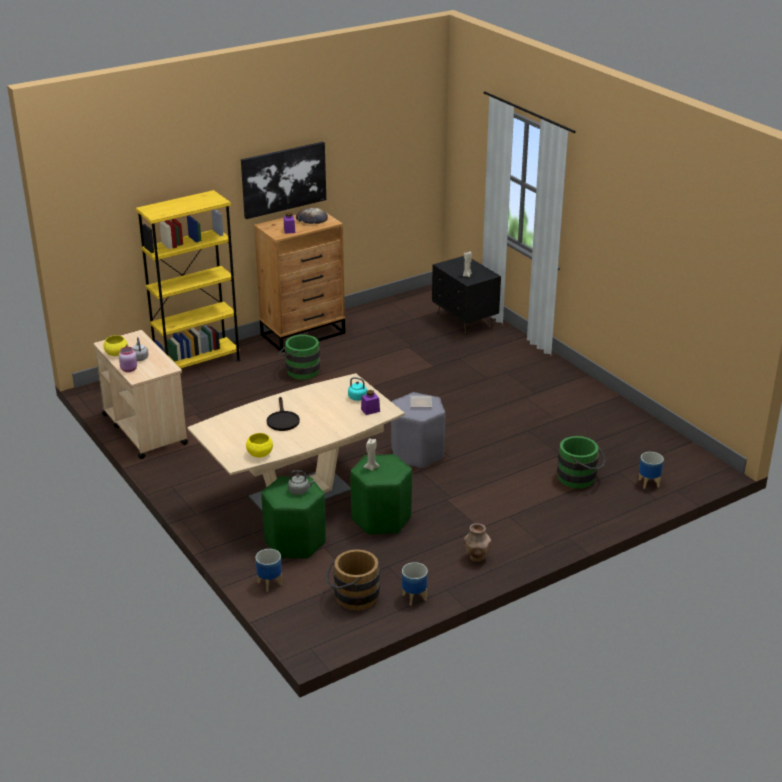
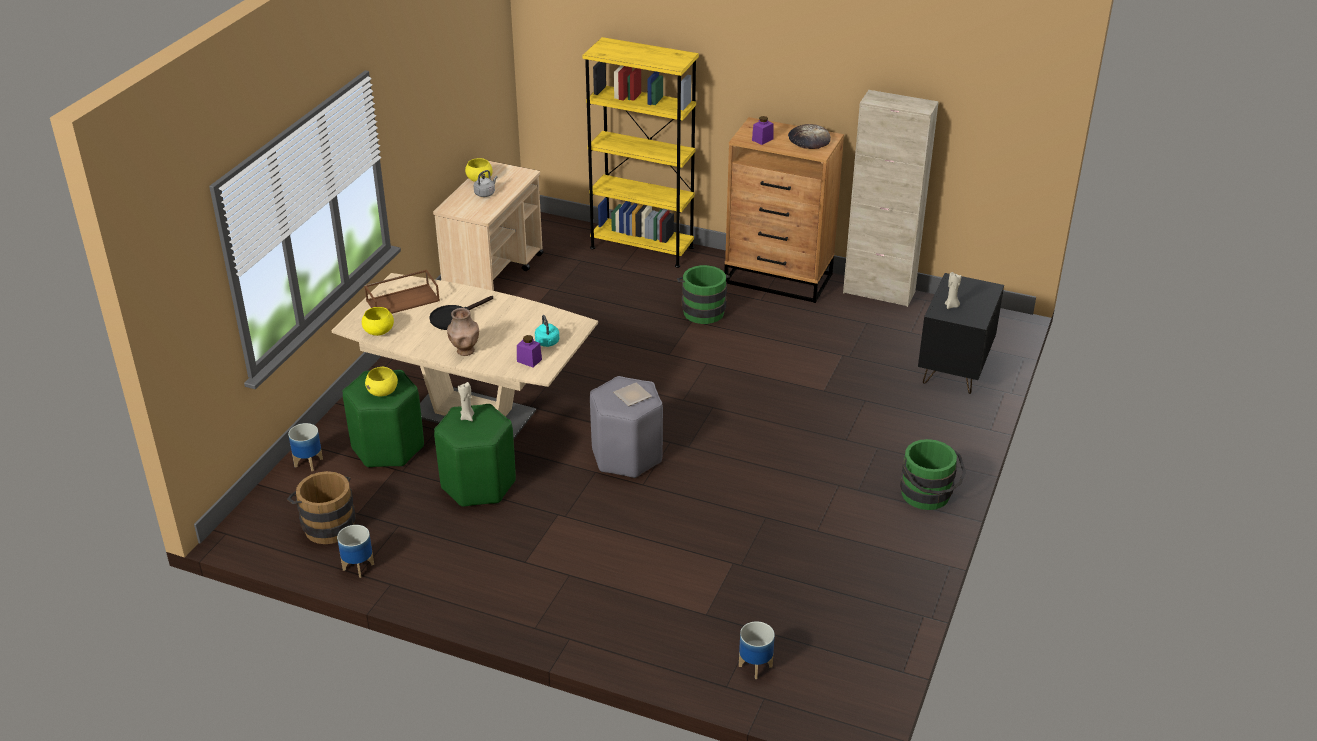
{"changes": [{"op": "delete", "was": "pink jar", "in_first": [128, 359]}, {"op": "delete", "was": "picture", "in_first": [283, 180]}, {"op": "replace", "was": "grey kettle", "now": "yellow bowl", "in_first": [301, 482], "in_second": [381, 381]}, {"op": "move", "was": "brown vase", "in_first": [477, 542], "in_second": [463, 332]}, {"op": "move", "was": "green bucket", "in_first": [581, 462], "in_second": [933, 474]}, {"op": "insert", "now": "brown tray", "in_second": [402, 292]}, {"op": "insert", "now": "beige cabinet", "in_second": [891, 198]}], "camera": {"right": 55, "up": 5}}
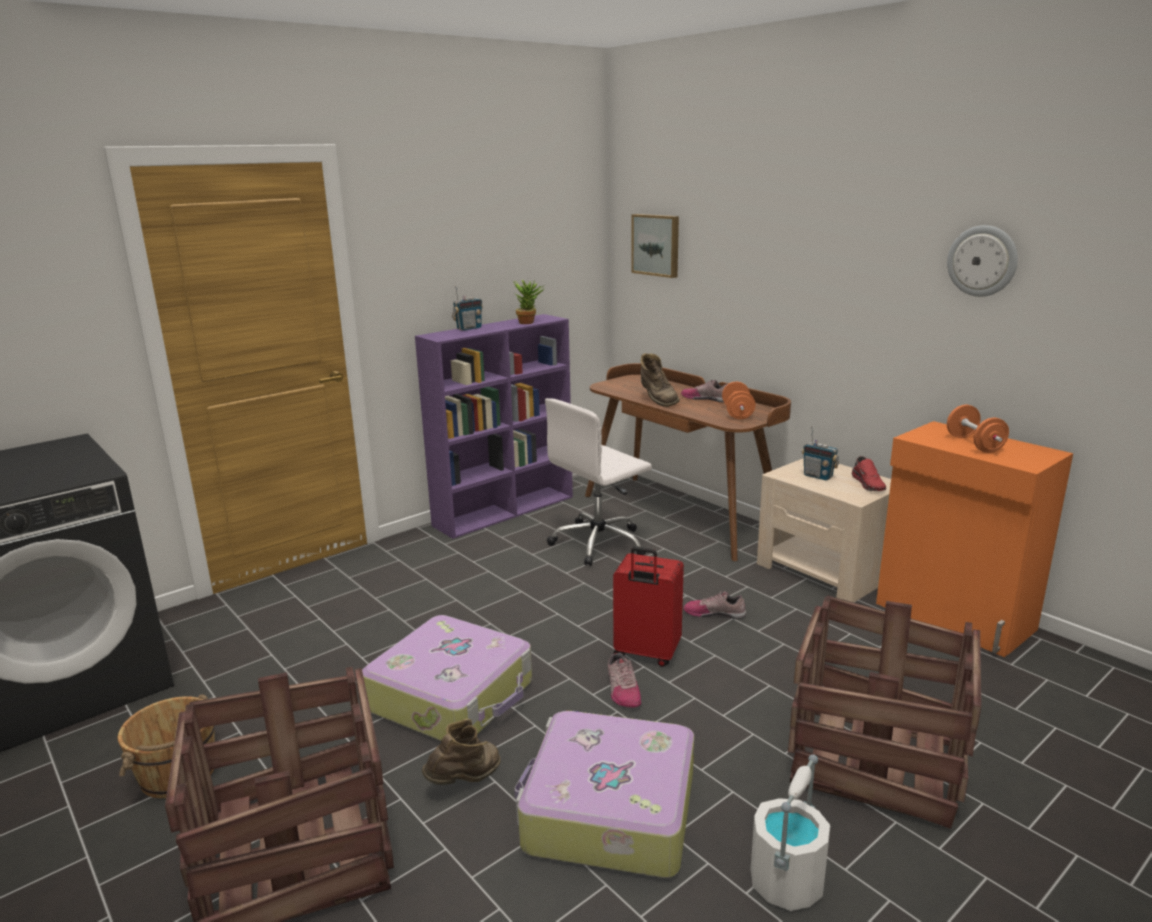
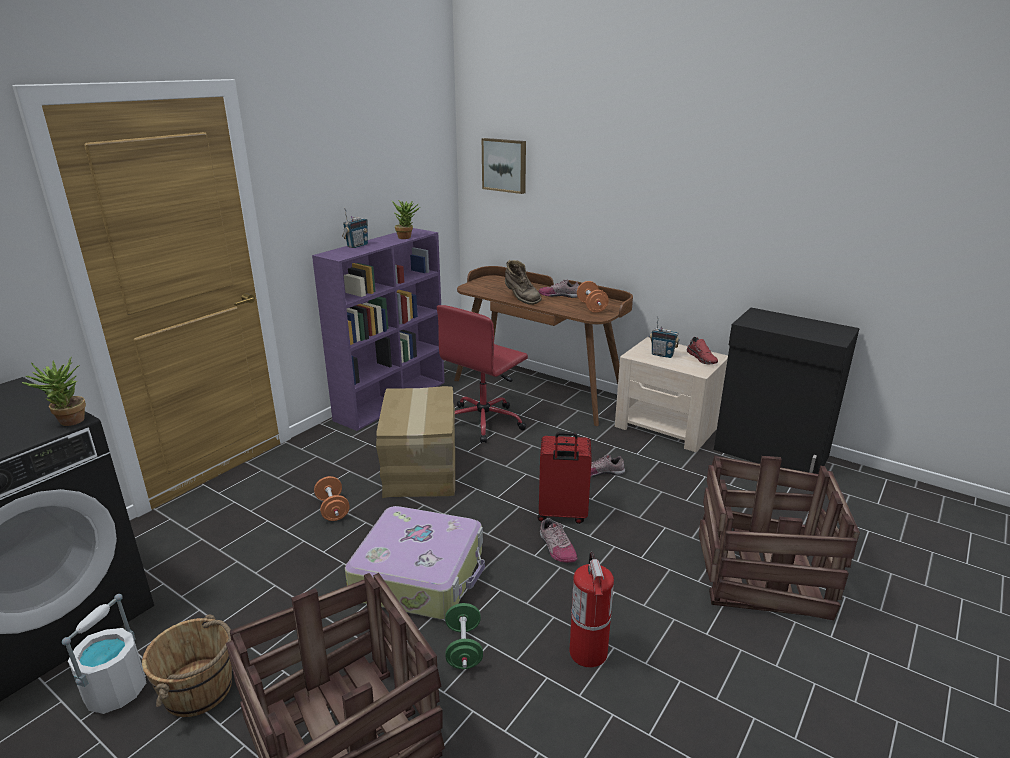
{"changes": [{"op": "replace", "was": "brown boot", "now": "green dumbbell", "in_first": [461, 752], "in_second": [464, 636]}, {"op": "replace", "was": "suitcase", "now": "fire extinguisher", "in_first": [604, 794], "in_second": [592, 610]}, {"op": "recolor", "was": "white office chair", "now": "red office chair", "in_first": [598, 482], "in_second": [482, 374]}, {"op": "move", "was": "white bucket", "in_first": [791, 832], "in_second": [104, 654]}, {"op": "recolor", "was": "orange cabinet", "now": "black cabinet", "in_first": [974, 539], "in_second": [787, 391]}, {"op": "delete", "was": "wall clock", "in_first": [982, 261]}, {"op": "move", "was": "orange dumbbell", "in_first": [978, 429], "in_second": [332, 498]}, {"op": "insert", "now": "potted plant", "in_second": [54, 391]}, {"op": "insert", "now": "cardboard box", "in_second": [415, 442]}], "camera": {"right": -15, "up": 5}}
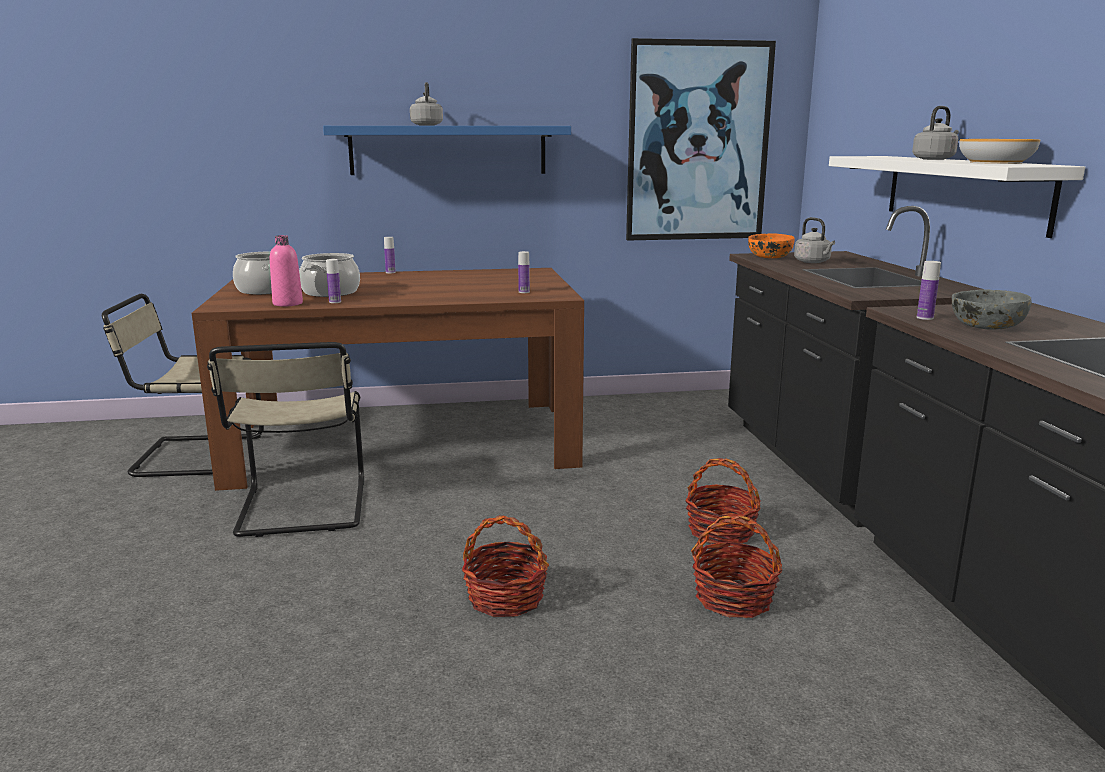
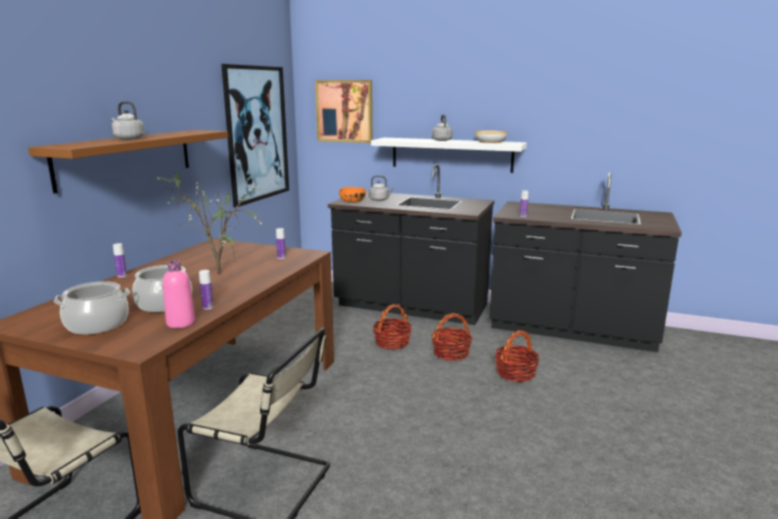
{"changes": [{"op": "recolor", "was": "blue shelf", "now": "brown shelf", "in_first": [447, 150], "in_second": [128, 162]}, {"op": "move", "was": "basket", "in_first": [505, 566], "in_second": [392, 327]}, {"op": "delete", "was": "grey bowl", "in_first": [992, 309]}, {"op": "insert", "now": "potted plant", "in_second": [209, 223]}, {"op": "insert", "now": "picture", "in_second": [343, 111]}], "camera": {"right": -60, "up": 0}}
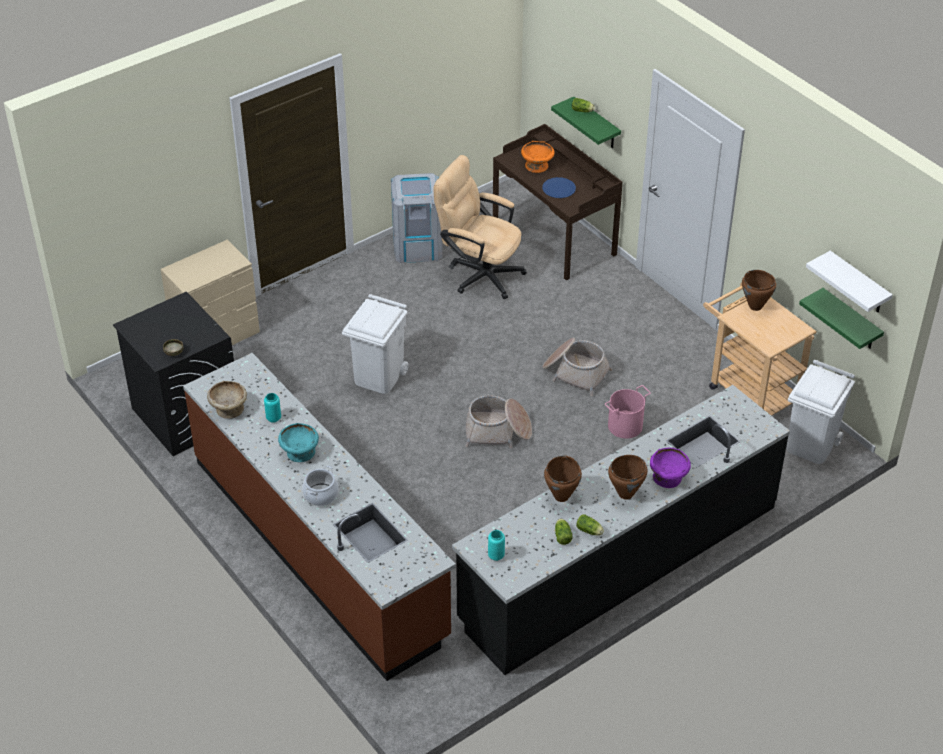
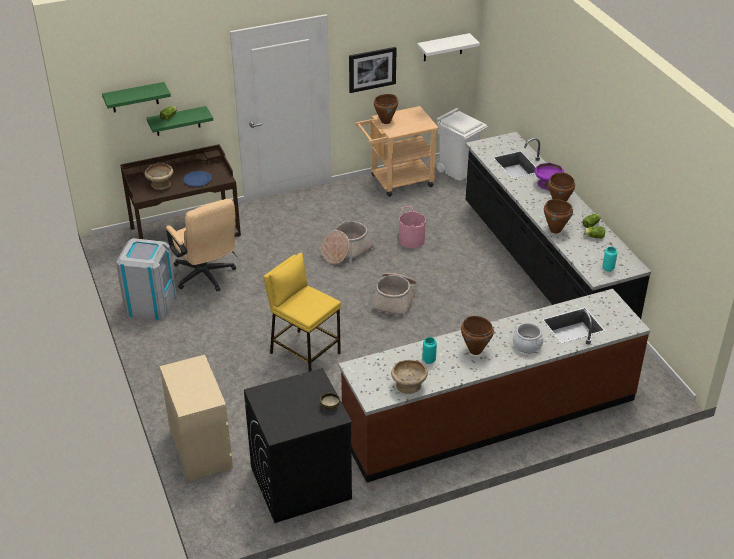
{"changes": [{"op": "replace", "was": "turquoise bowl", "now": "brown cooking pot", "in_first": [298, 442], "in_second": [477, 335]}, {"op": "replace", "was": "white trash can", "now": "yellow stool", "in_first": [375, 344], "in_second": [302, 312]}, {"op": "rotate", "was": "beige office chair", "in_first": [480, 227], "in_second": [202, 245], "clockwise": -75}, {"op": "recolor", "was": "orange bowl", "now": "beige bowl", "in_first": [538, 157], "in_second": [159, 176]}, {"op": "move", "was": "green shelf", "in_first": [841, 318], "in_second": [136, 97]}, {"op": "insert", "now": "picture", "in_second": [373, 70]}], "camera": {"right": -75, "up": -5}}
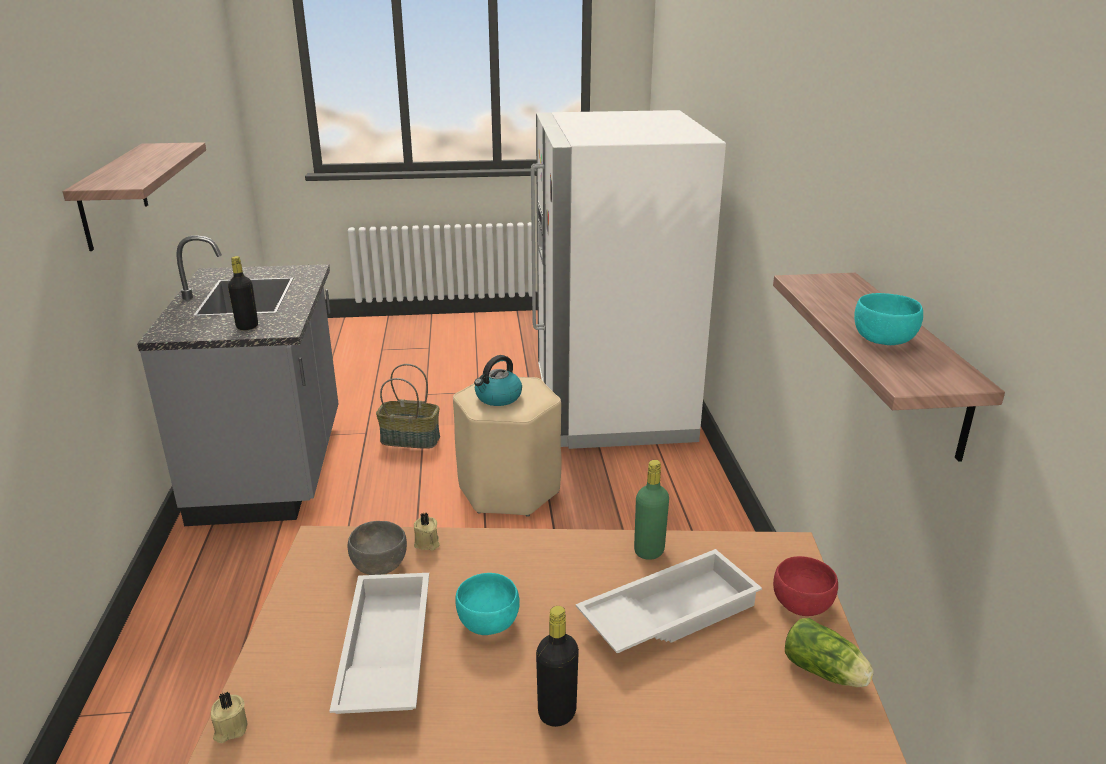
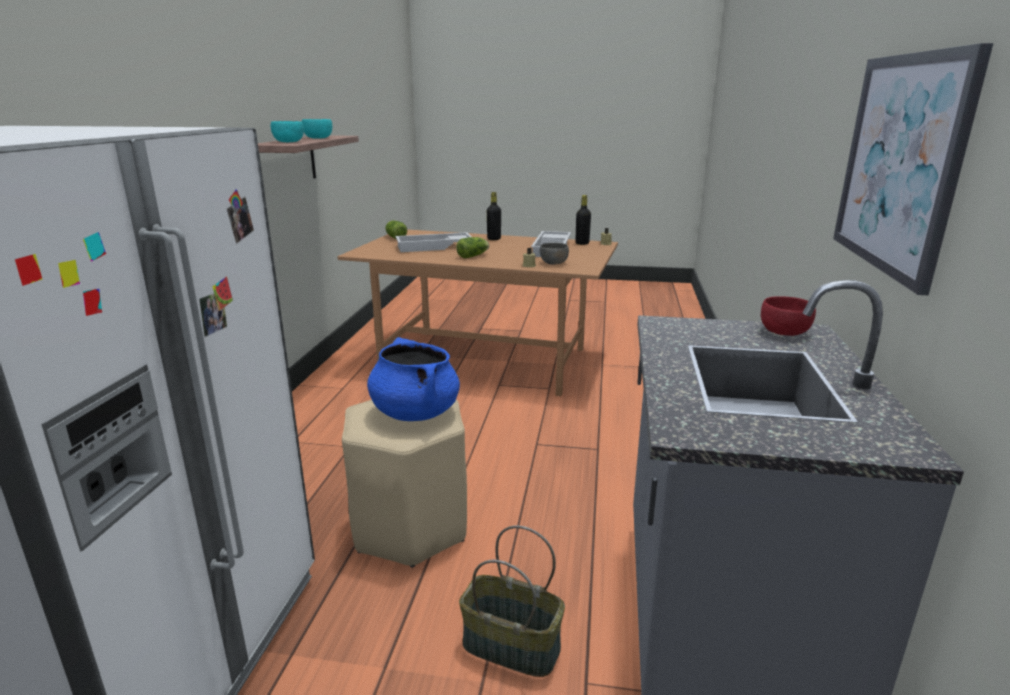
{"changes": [{"op": "replace", "was": "shelf", "now": "picture", "in_first": [134, 196], "in_second": [913, 169]}, {"op": "move", "was": "black bottle", "in_first": [243, 293], "in_second": [583, 220]}, {"op": "move", "was": "turquoise bowl", "in_first": [487, 604], "in_second": [287, 131]}, {"op": "replace", "was": "kettle", "now": "blue cooking pot", "in_first": [498, 380], "in_second": [413, 379]}, {"op": "delete", "was": "green bottle", "in_first": [651, 510]}, {"op": "move", "was": "red bowl", "in_first": [805, 586], "in_second": [788, 316]}, {"op": "insert", "now": "lettuce", "in_second": [472, 247]}], "camera": {"right": -165, "up": -5}}
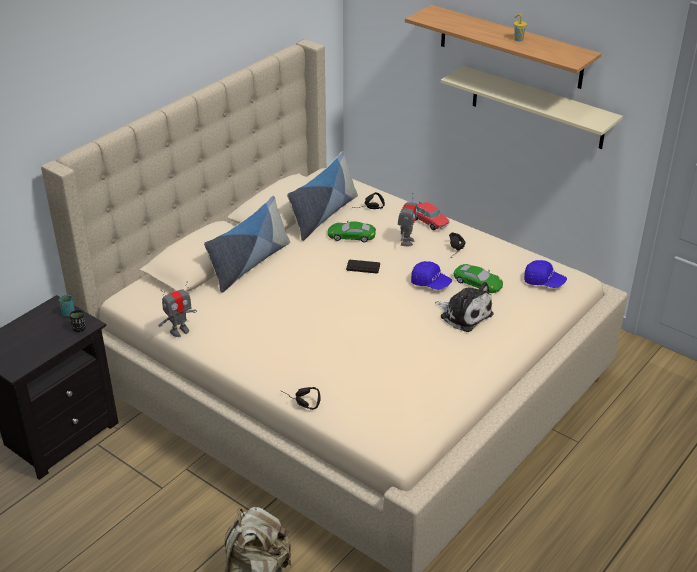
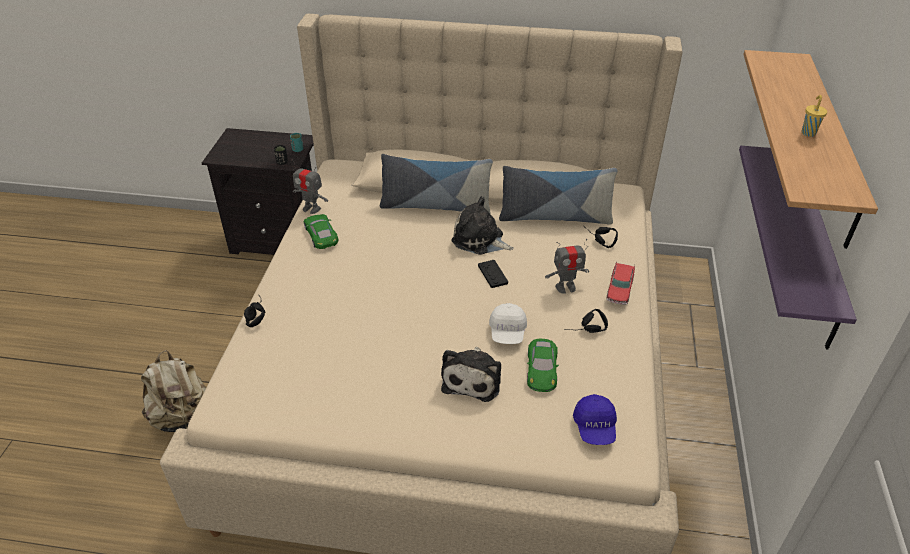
{"changes": [{"op": "move", "was": "green toy car", "in_first": [352, 231], "in_second": [321, 231]}, {"op": "recolor", "was": "blue cap", "now": "white cap", "in_first": [431, 275], "in_second": [508, 323]}, {"op": "recolor", "was": "beige shelf", "now": "purple shelf", "in_first": [532, 107], "in_second": [798, 247]}, {"op": "insert", "now": "plush toy", "in_second": [483, 225]}], "camera": {"right": 60, "up": 5}}
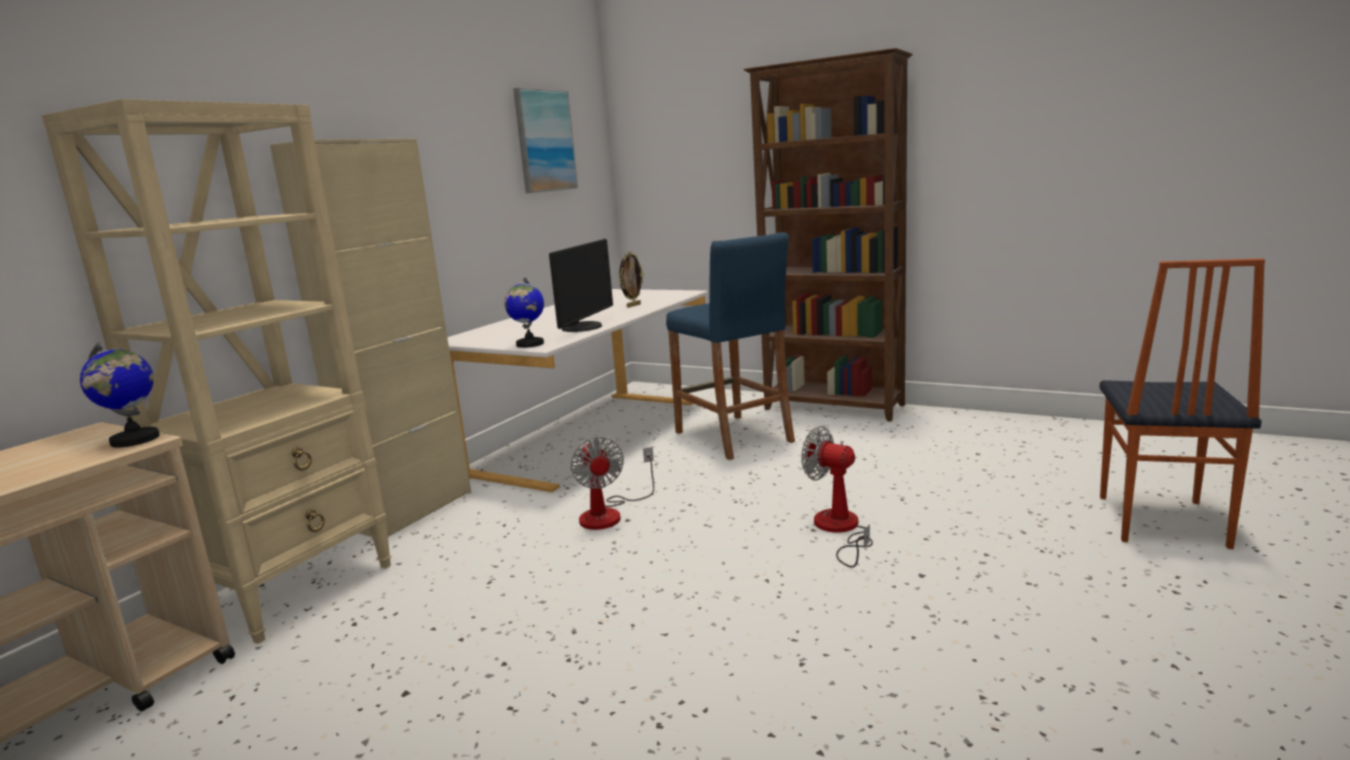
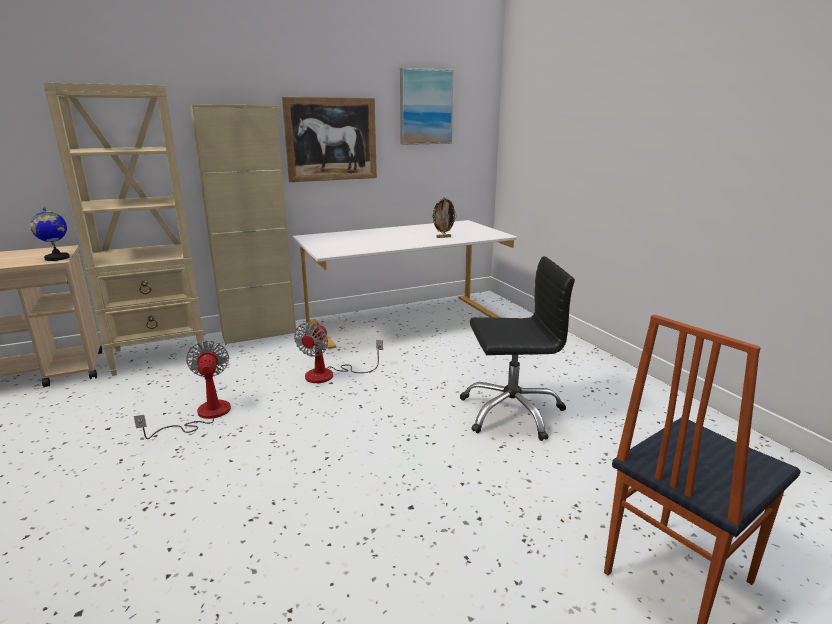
{"changes": [{"op": "delete", "was": "globe", "in_first": [524, 312]}, {"op": "delete", "was": "monitor", "in_first": [581, 285]}, {"op": "delete", "was": "blue stool", "in_first": [730, 346]}, {"op": "delete", "was": "brown bookcase", "in_first": [828, 235]}, {"op": "move", "was": "fan", "in_first": [837, 497], "in_second": [182, 389]}, {"op": "insert", "now": "picture", "in_second": [329, 139]}, {"op": "insert", "now": "black office chair", "in_second": [517, 348]}], "camera": {"right": 35, "up": 5}}
